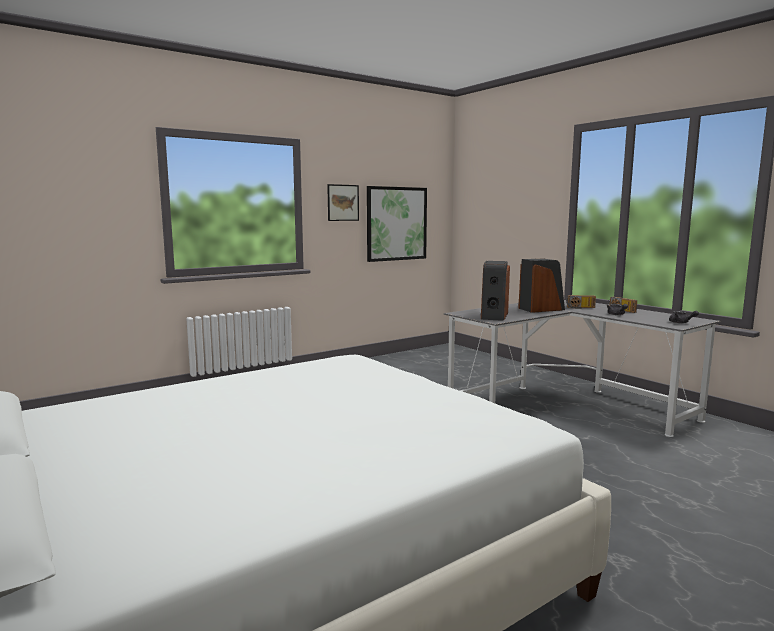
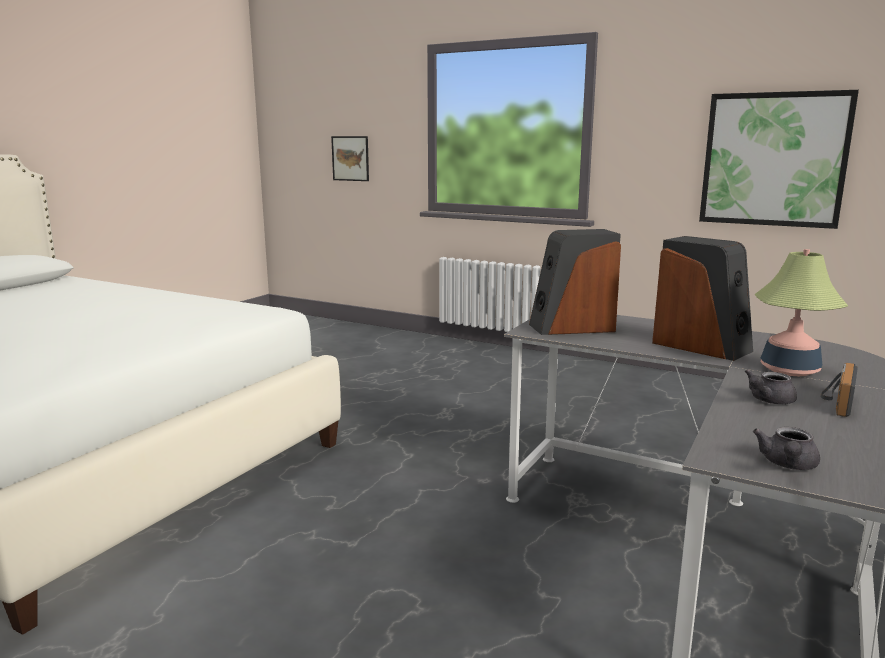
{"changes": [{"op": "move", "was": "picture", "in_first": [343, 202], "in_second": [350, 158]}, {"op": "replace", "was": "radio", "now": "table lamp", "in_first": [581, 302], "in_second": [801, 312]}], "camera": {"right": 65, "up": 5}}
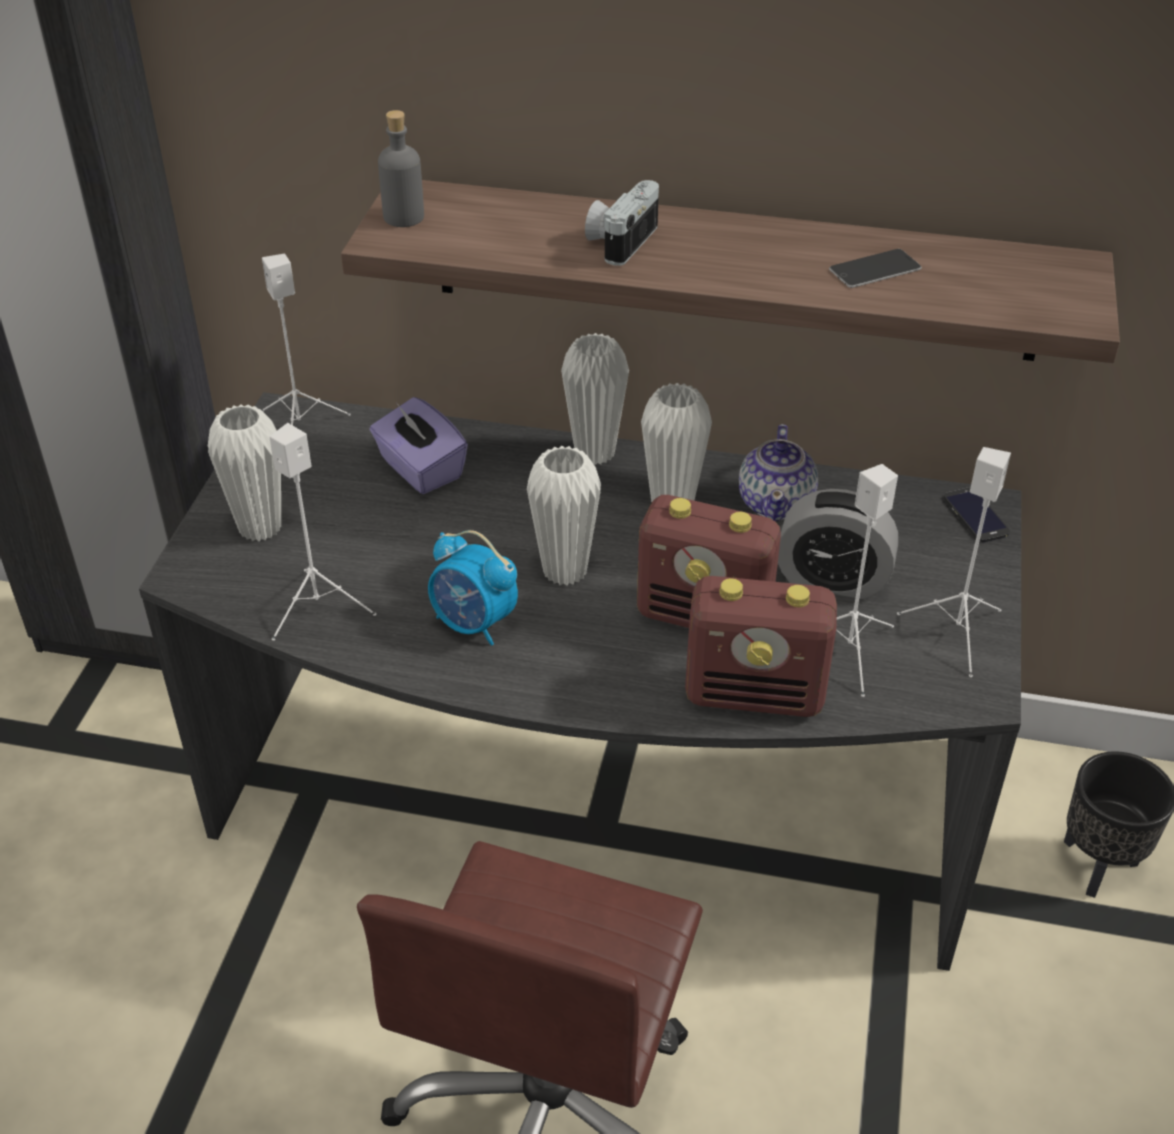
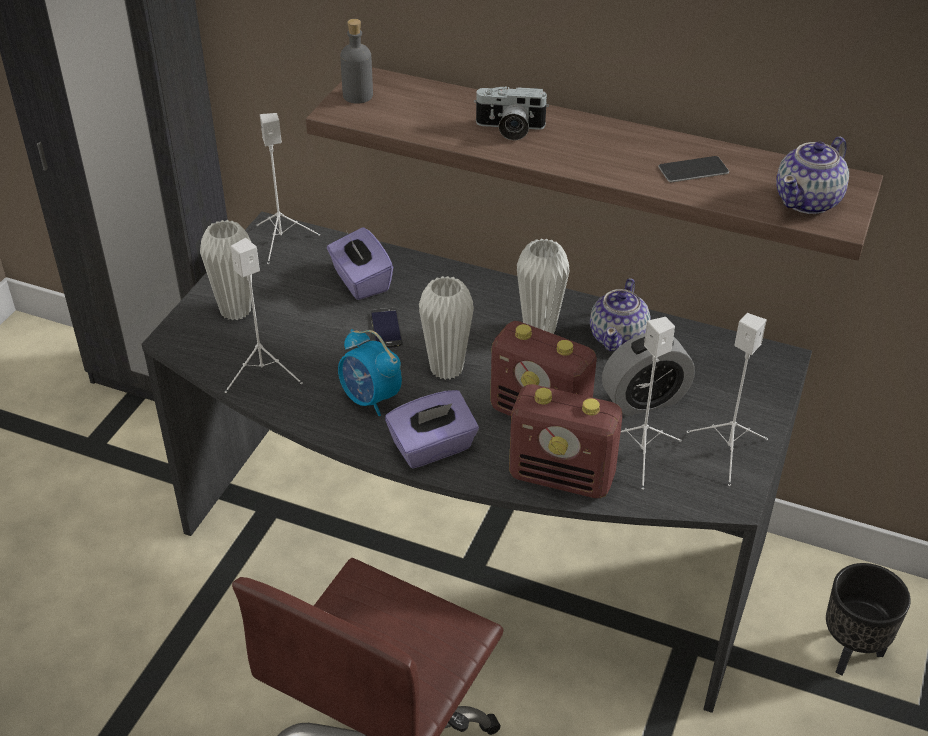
{"changes": [{"op": "delete", "was": "white vase", "in_first": [595, 399]}, {"op": "rotate", "was": "photo camera", "in_first": [622, 223], "in_second": [511, 113], "clockwise": -120}, {"op": "rotate", "was": "alarm clock", "in_first": [838, 544], "in_second": [648, 374], "clockwise": -45}, {"op": "move", "was": "phone", "in_first": [977, 515], "in_second": [386, 328]}, {"op": "insert", "now": "purple tissue box", "in_second": [432, 429]}, {"op": "insert", "now": "teapot", "in_second": [812, 175]}], "camera": {"right": 10, "up": 0}}
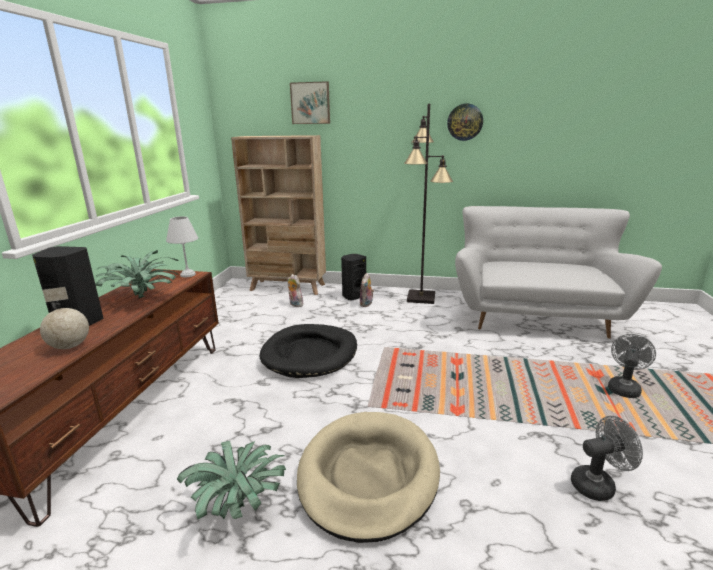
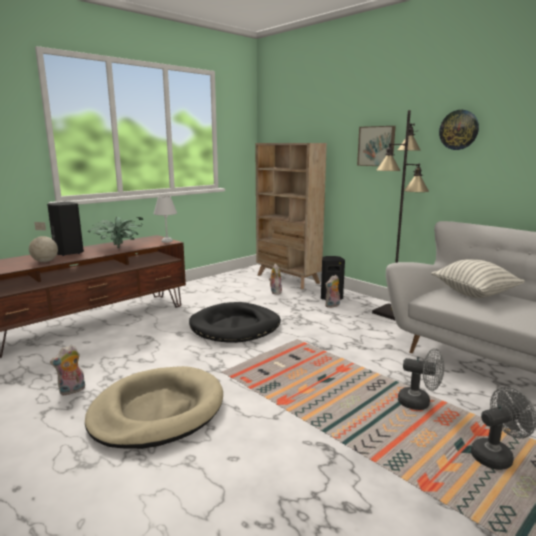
{"changes": [{"op": "replace", "was": "potted plant", "now": "plush toy", "in_first": [231, 480], "in_second": [67, 370]}, {"op": "move", "was": "picture", "in_first": [310, 102], "in_second": [376, 146]}, {"op": "move", "was": "grey fan", "in_first": [607, 458], "in_second": [421, 379]}, {"op": "insert", "now": "pillow", "in_second": [478, 278]}], "camera": {"right": 35, "up": -5}}
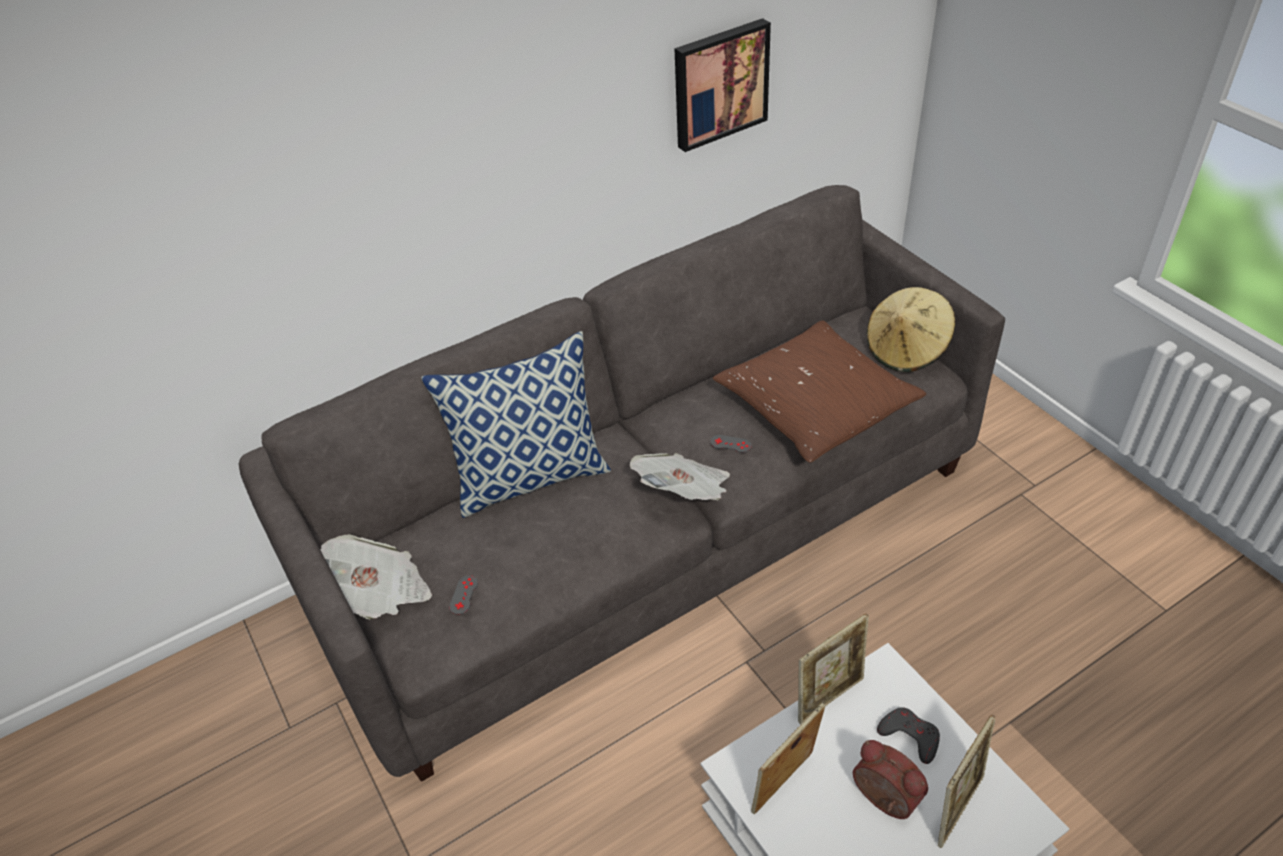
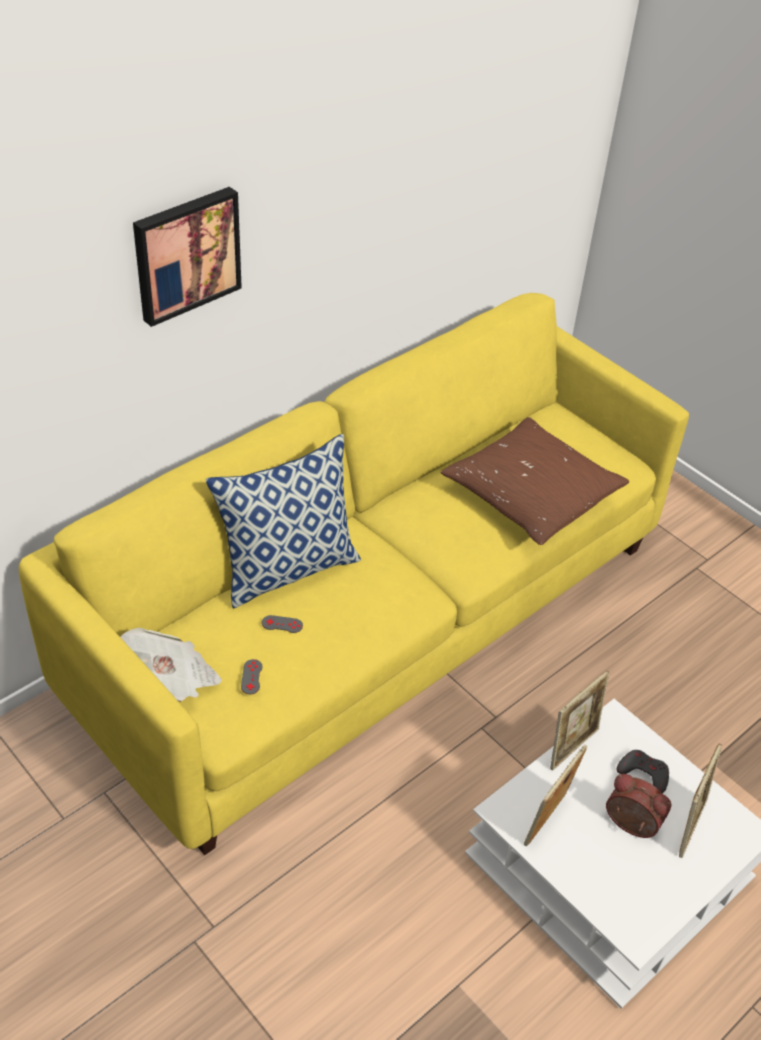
{"changes": [{"op": "recolor", "was": "grey sofa", "now": "yellow sofa", "in_first": [622, 483], "in_second": [354, 574]}, {"op": "delete", "was": "newspaper", "in_first": [680, 476]}, {"op": "move", "was": "picture", "in_first": [723, 85], "in_second": [187, 257]}, {"op": "move", "was": "grey game controller", "in_first": [731, 444], "in_second": [282, 624]}, {"op": "delete", "was": "beige hat", "in_first": [911, 329]}], "camera": {"right": -15, "up": 0}}
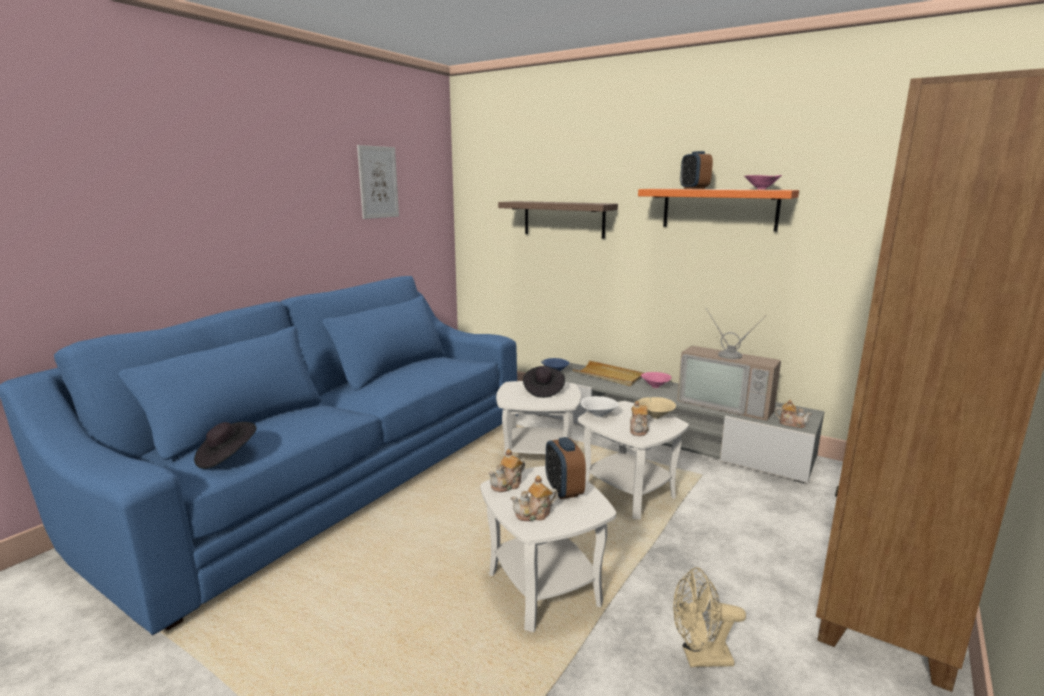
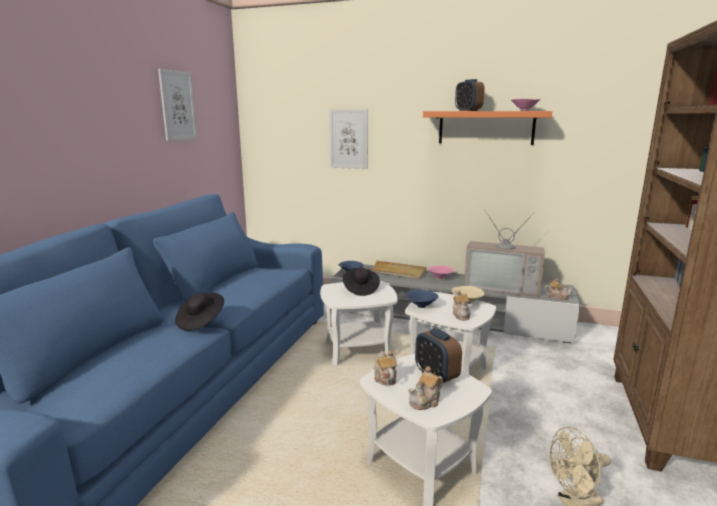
{"changes": [{"op": "move", "was": "black hat", "in_first": [225, 445], "in_second": [200, 312]}, {"op": "rotate", "was": "teapot", "in_first": [506, 470], "in_second": [385, 368], "clockwise": 135}, {"op": "replace", "was": "shelf", "now": "picture", "in_first": [558, 220], "in_second": [348, 139]}, {"op": "recolor", "was": "white bowl", "now": "blue bowl", "in_first": [600, 407], "in_second": [422, 299]}], "camera": {"right": -15, "up": 0}}
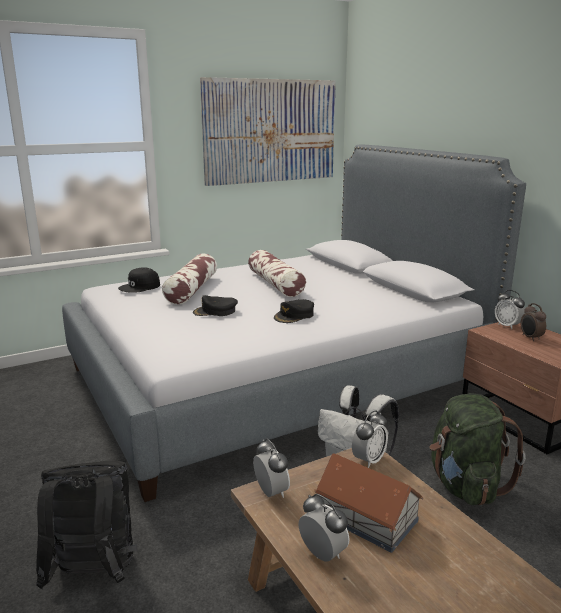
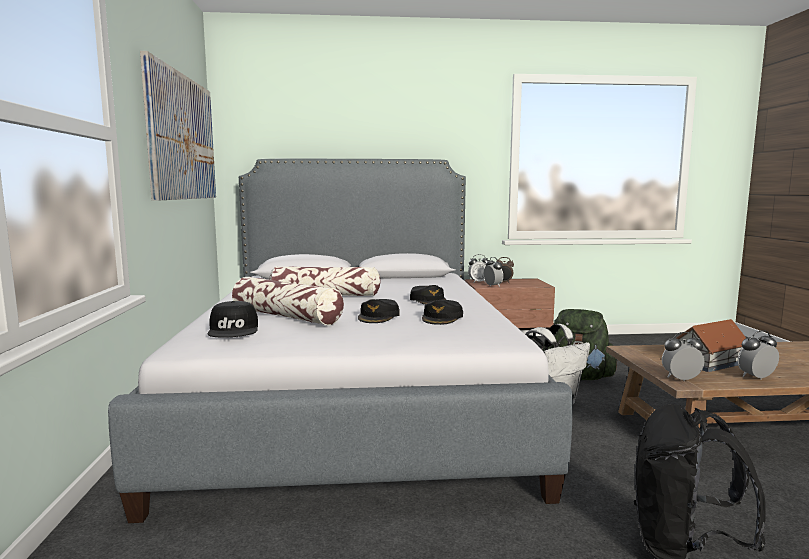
{"changes": [{"op": "move", "was": "alarm clock", "in_first": [370, 439], "in_second": [493, 272]}, {"op": "insert", "now": "black cap", "in_second": [442, 312]}], "camera": {"right": -65, "up": -10}}
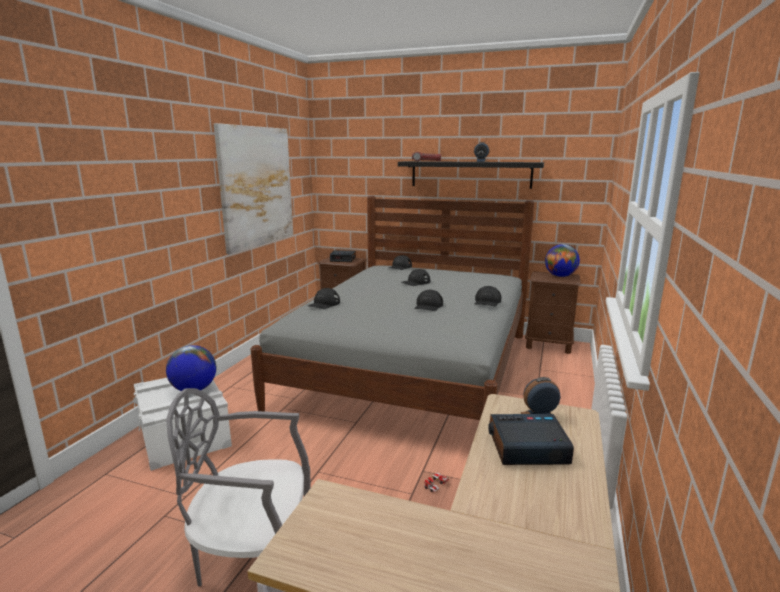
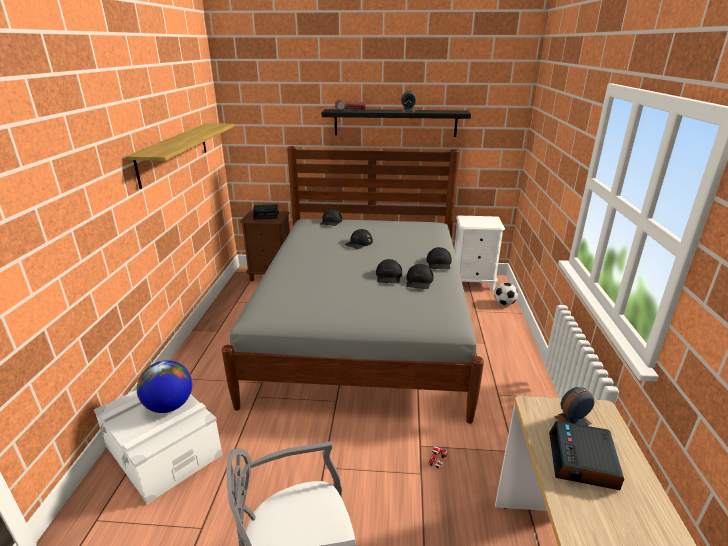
{"changes": [{"op": "replace", "was": "picture", "now": "shelf", "in_first": [253, 188], "in_second": [180, 156]}, {"op": "move", "was": "black cap", "in_first": [324, 298], "in_second": [420, 276]}, {"op": "rotate", "was": "alarm clock", "in_first": [531, 439], "in_second": [586, 455], "clockwise": -60}, {"op": "recolor", "was": "brown nightstand", "now": "white nightstand", "in_first": [553, 312], "in_second": [479, 252]}, {"op": "delete", "was": "globe", "in_first": [562, 260]}, {"op": "insert", "now": "football", "in_second": [506, 293]}], "camera": {"right": -15, "up": 10}}
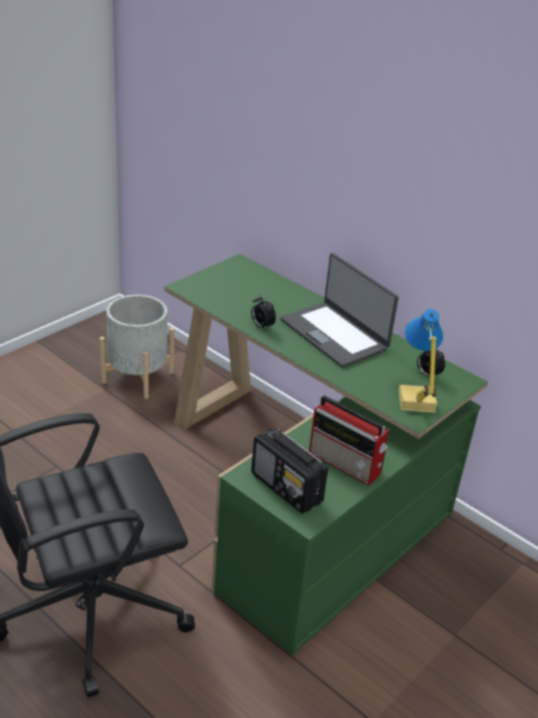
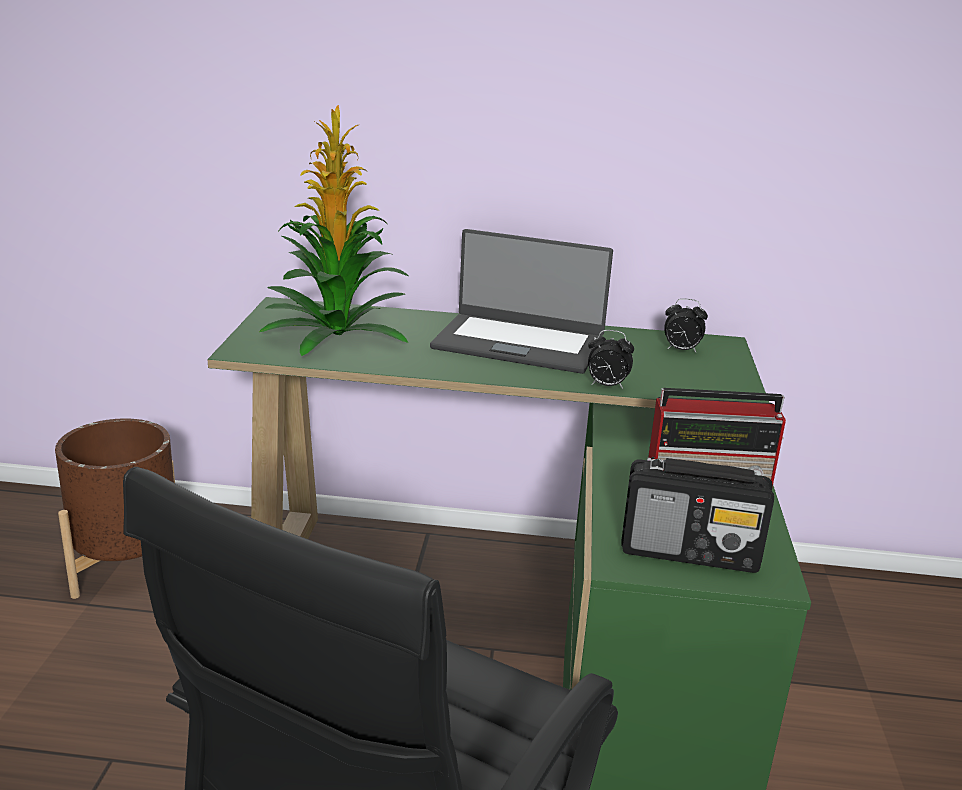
{"changes": [{"op": "recolor", "was": "grey planter", "now": "brown planter", "in_first": [136, 347], "in_second": [115, 508]}, {"op": "move", "was": "alarm clock", "in_first": [263, 312], "in_second": [611, 359]}, {"op": "delete", "was": "table lamp", "in_first": [420, 361]}, {"op": "insert", "now": "potted plant", "in_second": [333, 230]}], "camera": {"right": -35, "up": -10}}
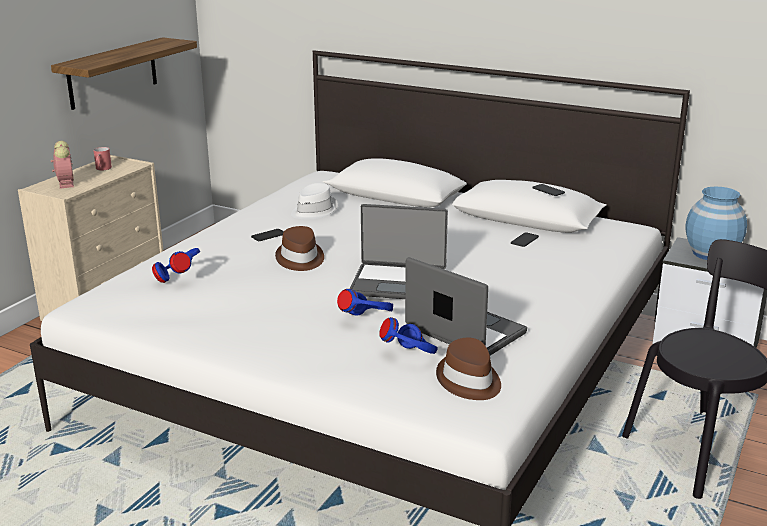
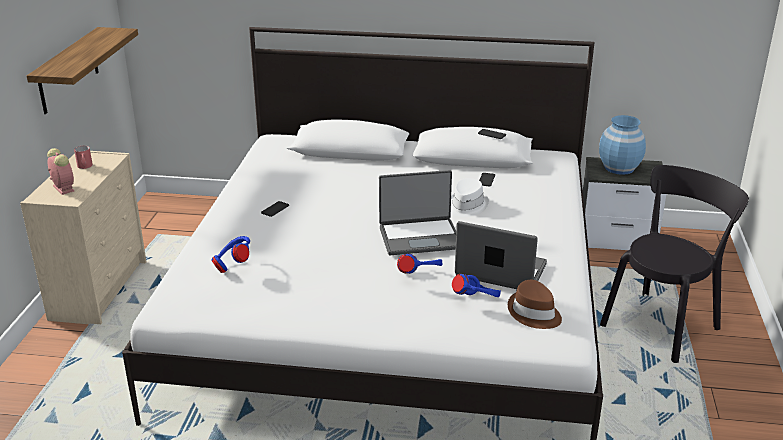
{"changes": [{"op": "delete", "was": "brown hat", "in_first": [299, 248]}, {"op": "move", "was": "white hat", "in_first": [314, 201], "in_second": [470, 197]}], "camera": {"right": -20, "up": 5}}
